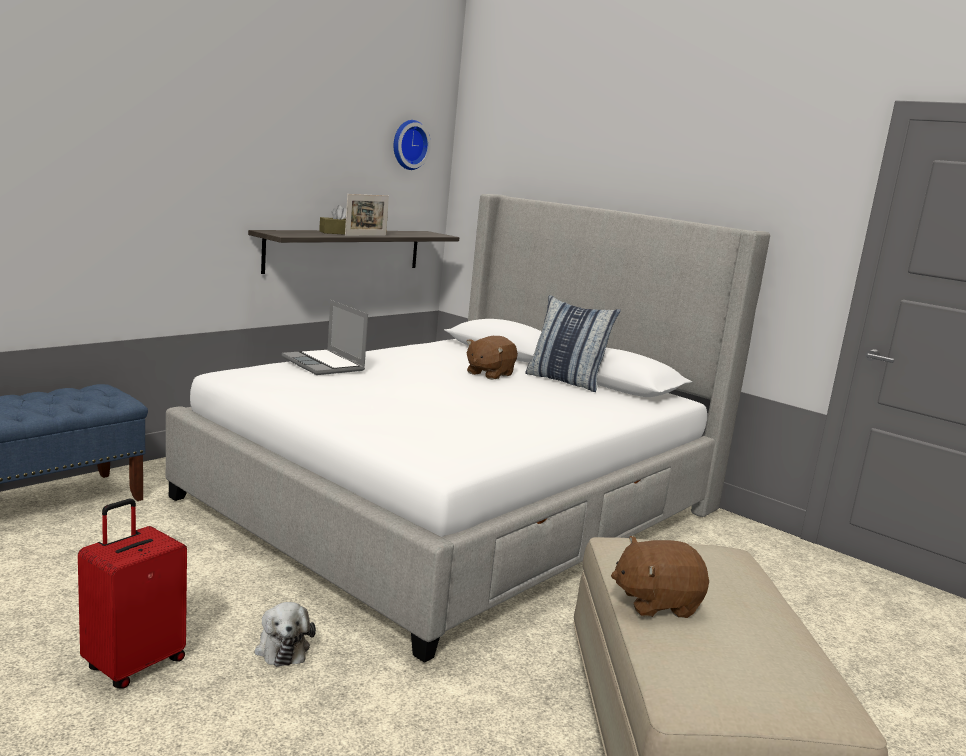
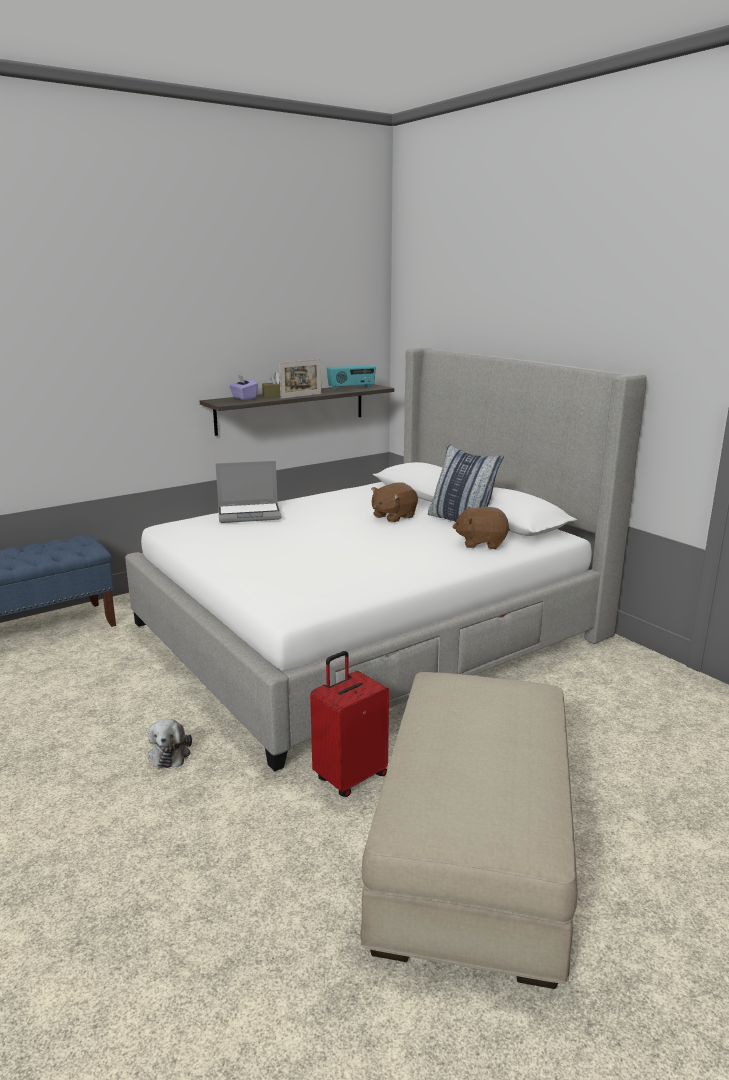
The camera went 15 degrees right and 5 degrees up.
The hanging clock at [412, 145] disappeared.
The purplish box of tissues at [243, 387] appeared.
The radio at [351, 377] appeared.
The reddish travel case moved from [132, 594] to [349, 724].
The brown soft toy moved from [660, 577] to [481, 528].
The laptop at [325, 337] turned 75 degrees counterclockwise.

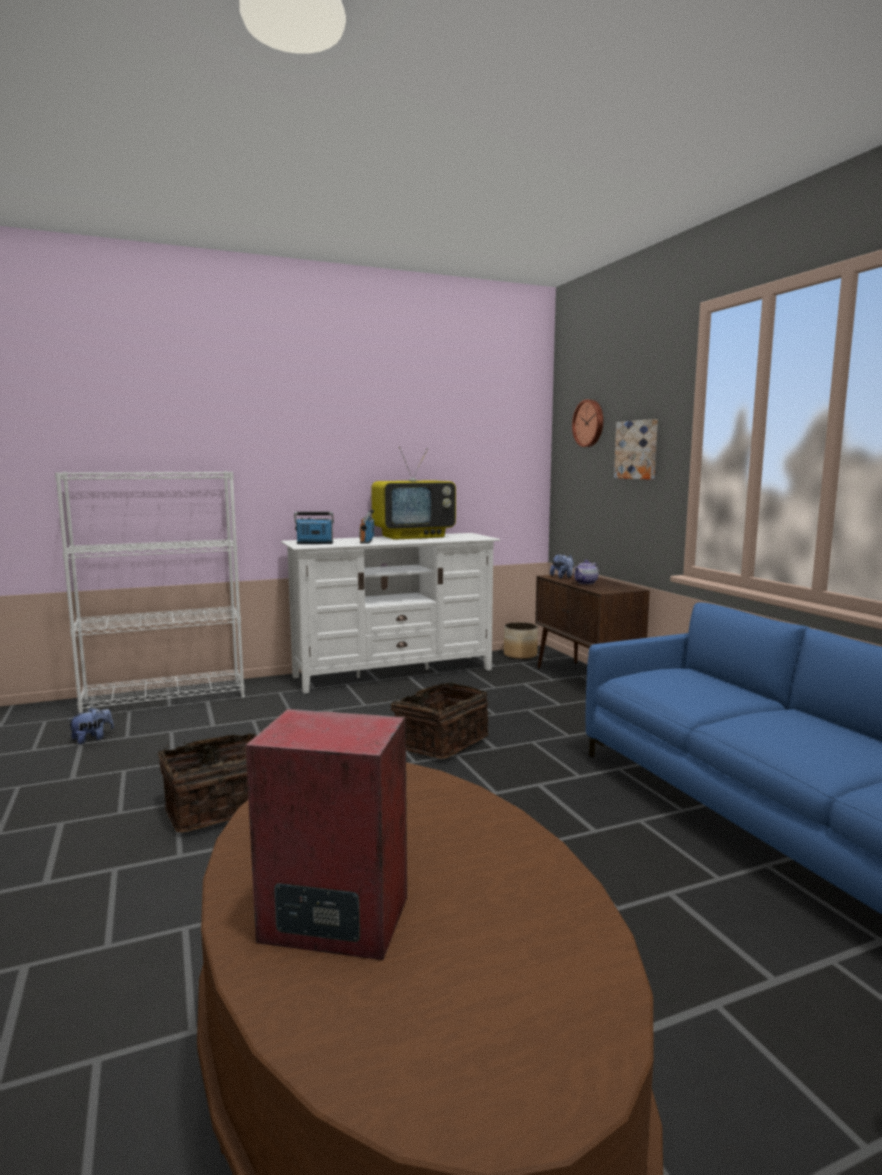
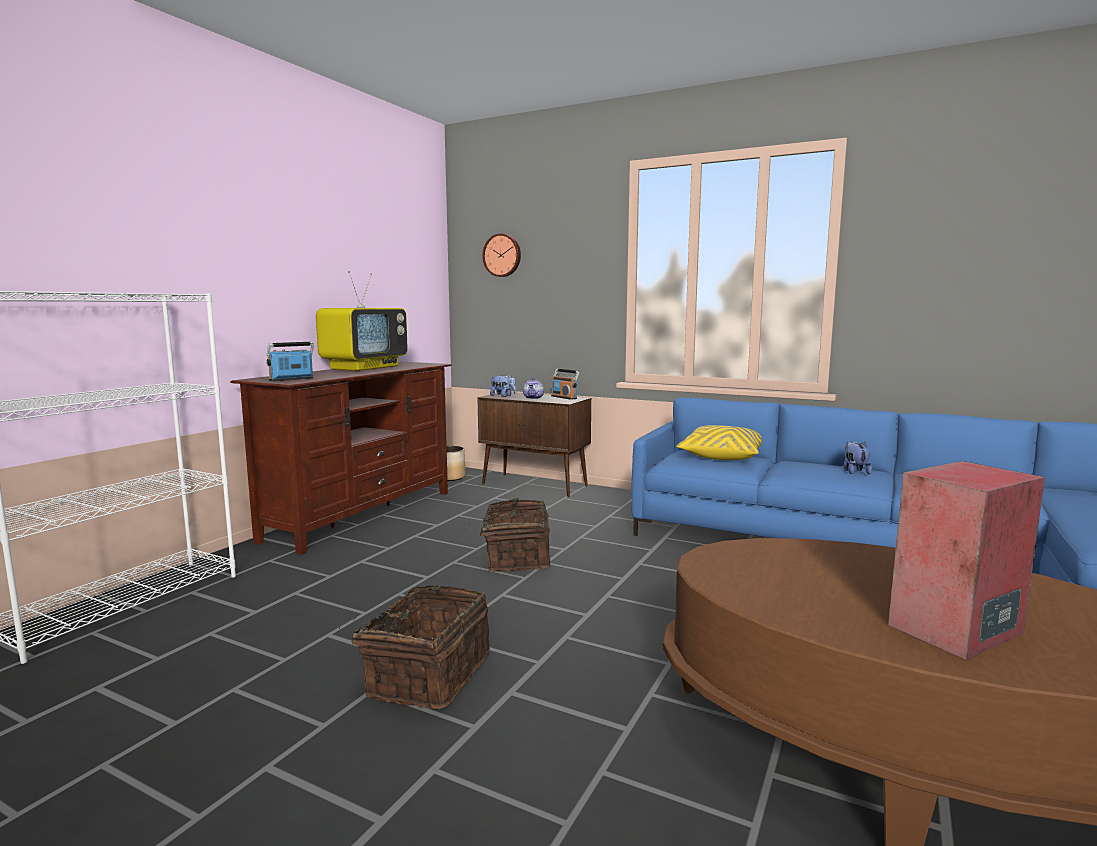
The camera went 40 degrees left and 0 degrees up.
The wall picture at [636, 449] disappeared.
The yellow-coloured cushion at [719, 442] appeared.
The soft toy moved from [91, 725] to [858, 457].
The radio moved from [366, 526] to [565, 384].
The white tv stand at [390, 613] became the brown tv stand at [340, 458].

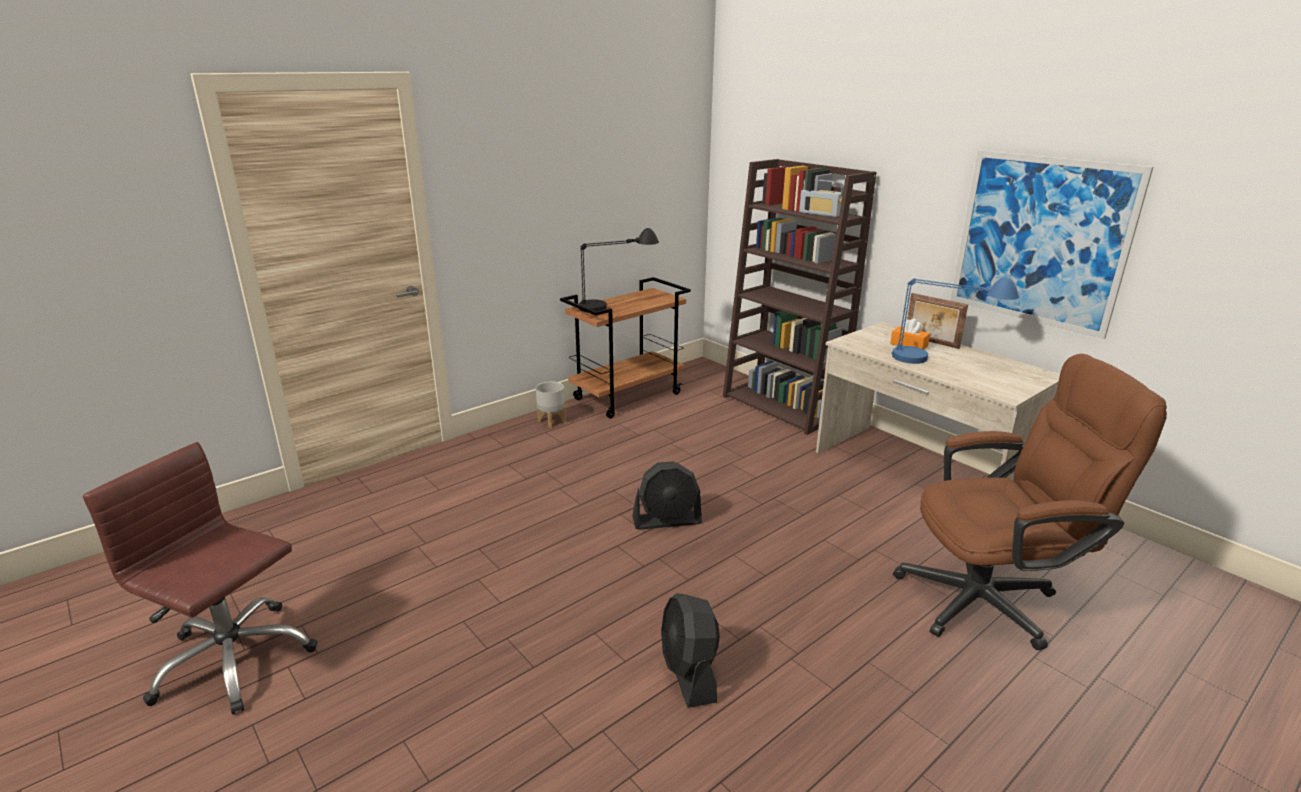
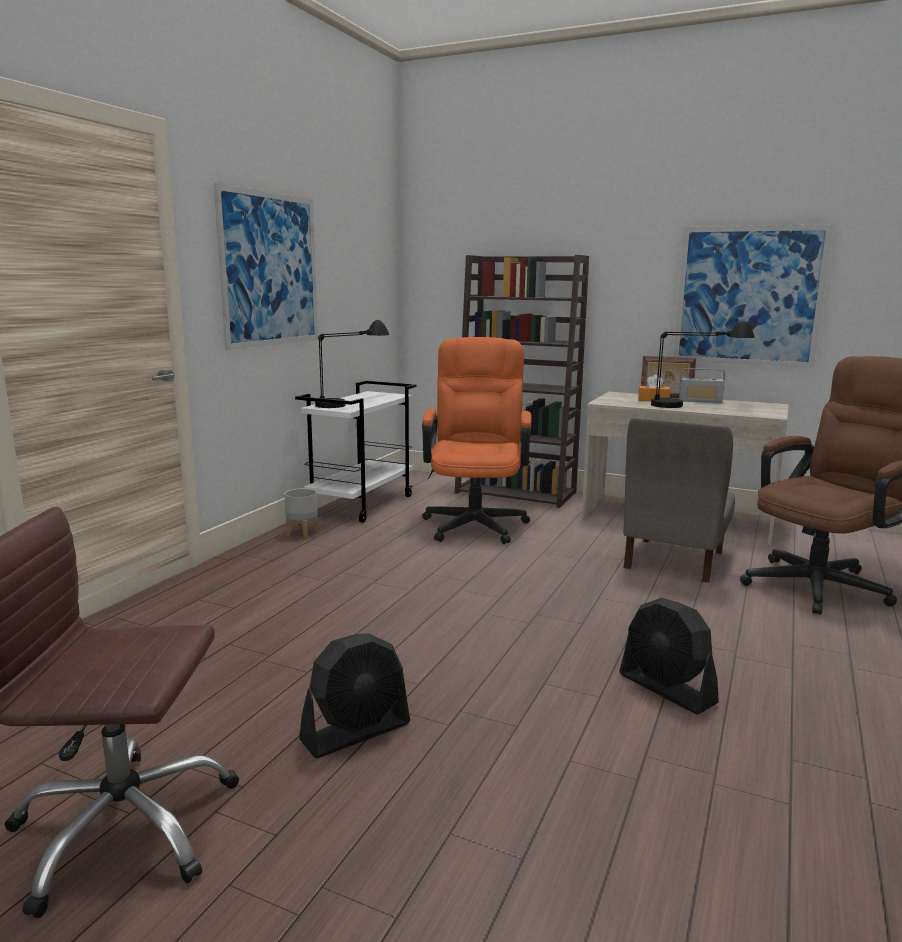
The camera went 25 degrees left and 10 degrees down.
The wall picture at [266, 266] appeared.
The orangey computer chair at [477, 440] appeared.
The greyish plain chair at [679, 500] appeared.
The blackish fan moved from [667, 495] to [354, 695].
The radio moved from [821, 198] to [702, 385].
The brown cart at [625, 347] became the white cart at [355, 452].
The blue tabletop lamp at [955, 320] became the blackish tabletop lamp at [703, 364].

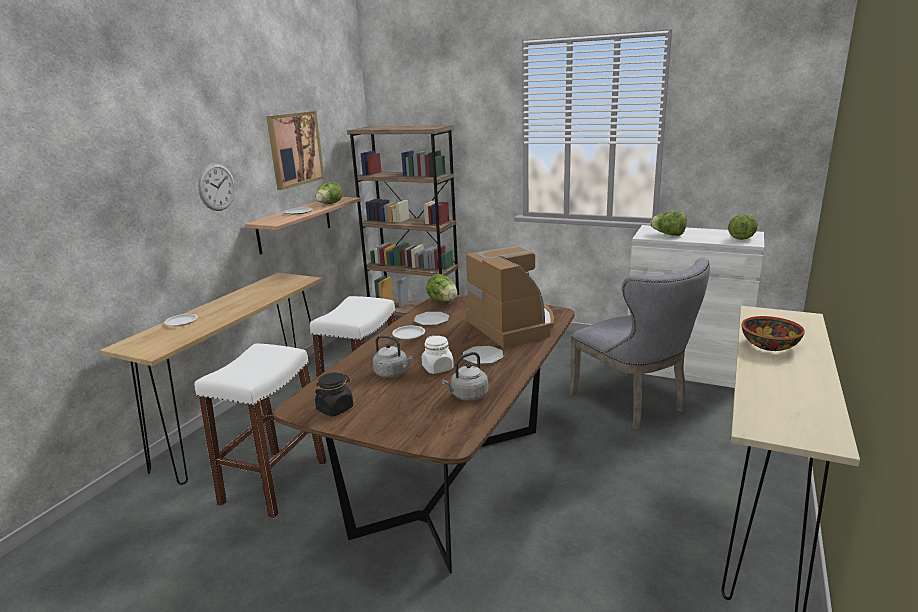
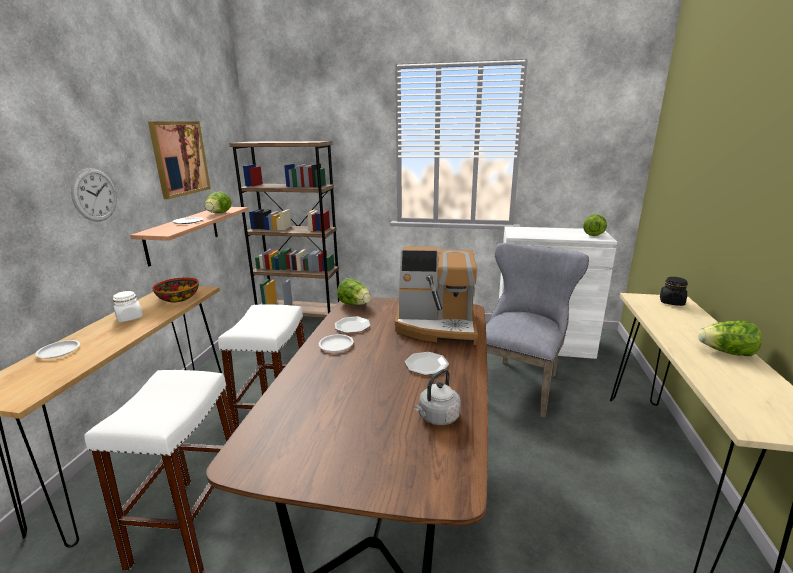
The camera went 15 degrees left and 0 degrees up.
The greyish tea kettle at [393, 356] disappeared.
The blackish preserve jar moved from [334, 395] to [674, 291].
The white preserve jar moved from [438, 354] to [128, 306].
The lettuce moved from [668, 223] to [730, 338].
The deep dish moved from [773, 333] to [175, 289].
The coffee brewer at [510, 296] turned 135 degrees clockwise.
The greyish plain chair at [640, 343] turned 105 degrees counterclockwise.

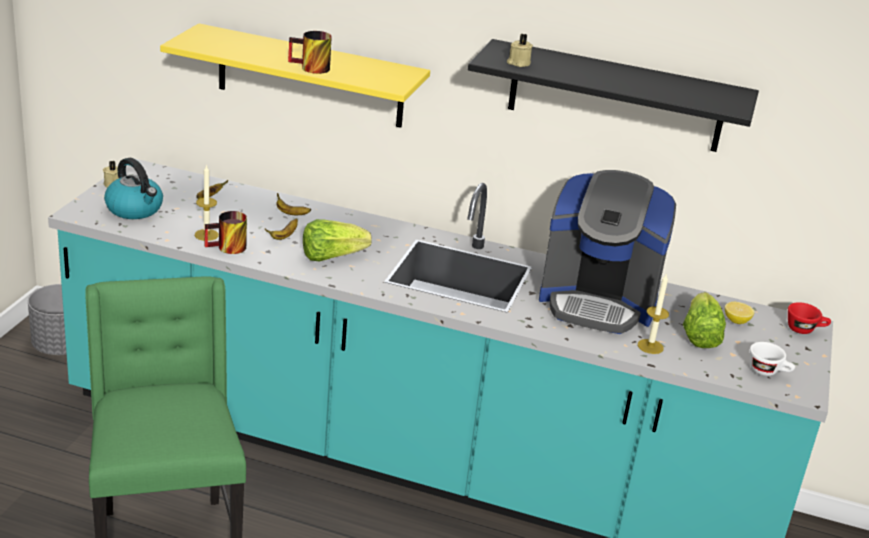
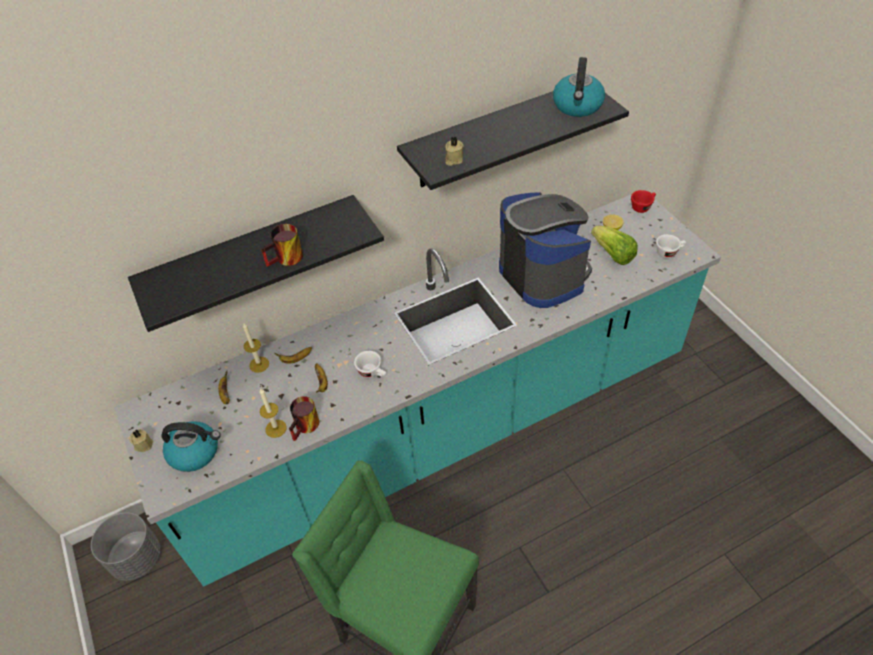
The camera went 40 degrees left and 20 degrees up.
The tea kettle at [579, 87] appeared.
The wax light moved from [653, 313] to [256, 348].
The lettuce at [337, 240] was replaced by the white cup at [370, 364].
The yellow-coloured bracket shelf at [295, 75] became the blackish bracket shelf at [256, 263].
The coffee brewer at [607, 252] turned 90 degrees counterclockwise.

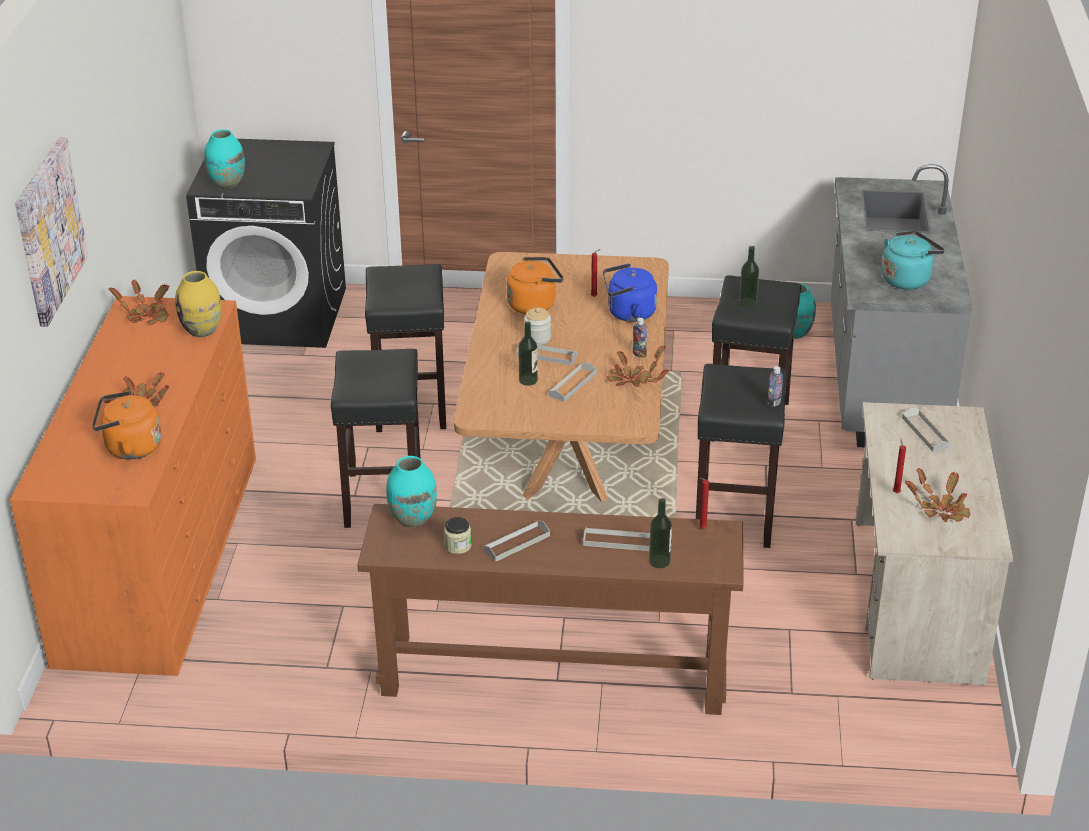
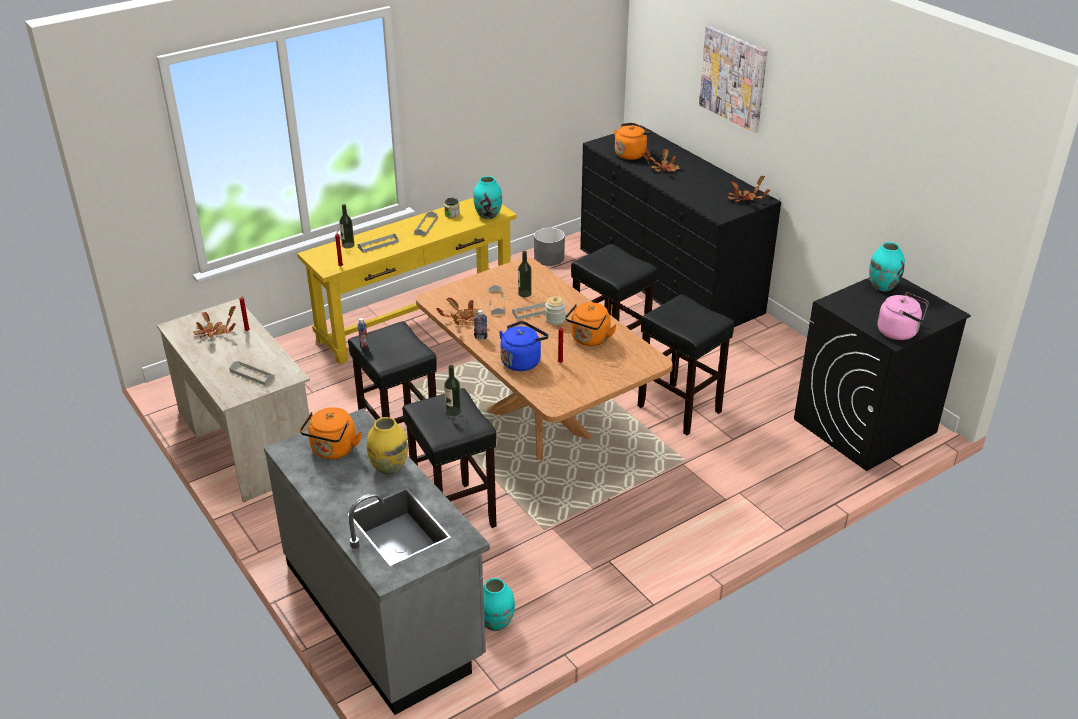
The camera went 140 degrees right and 0 degrees up.
The greyish flower pot at [549, 247] appeared.
The pink tea kettle at [903, 316] appeared.
The yellow-coloured flower vase moved from [198, 304] to [387, 446].
The orangey chest of drawers at [133, 486] became the blackish chest of drawers at [680, 226].
The brown narrow table at [550, 609] became the yellow-coloured narrow table at [407, 281].
The turquoise-coloured tea kettle at [913, 260] became the orangey tea kettle at [331, 433].

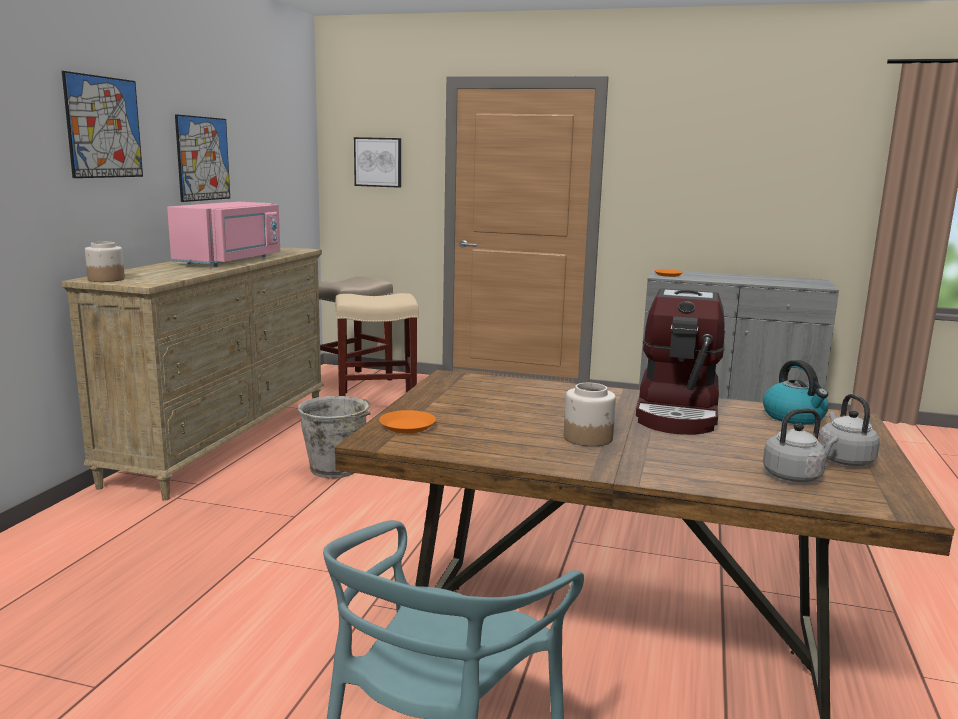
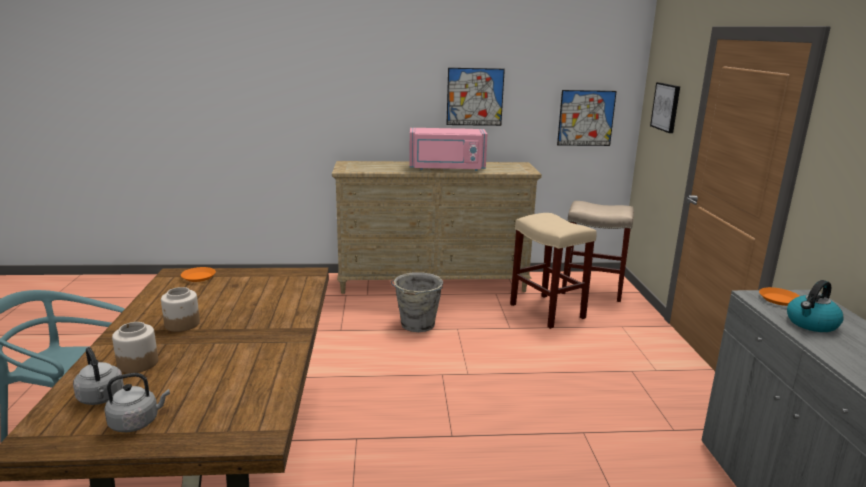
The camera went 70 degrees right and 5 degrees up.
The coffee brewer at [680, 361] disappeared.
The wall picture moved from [102, 124] to [587, 118].
The preserve jar moved from [105, 262] to [135, 347].
The tea kettle moved from [796, 392] to [815, 306].

